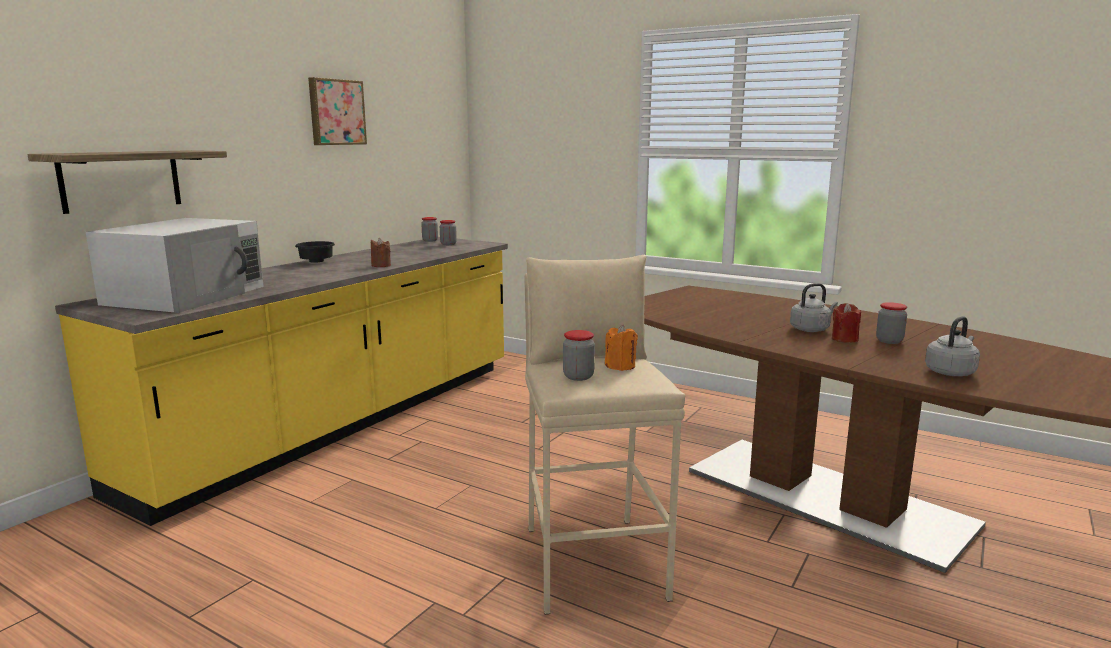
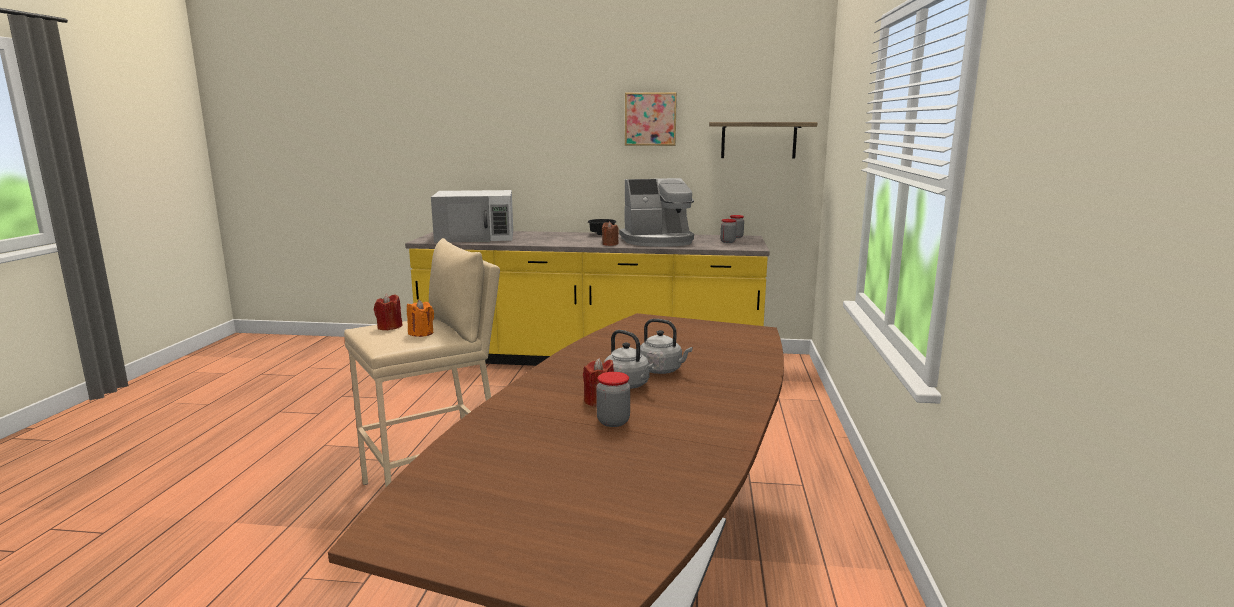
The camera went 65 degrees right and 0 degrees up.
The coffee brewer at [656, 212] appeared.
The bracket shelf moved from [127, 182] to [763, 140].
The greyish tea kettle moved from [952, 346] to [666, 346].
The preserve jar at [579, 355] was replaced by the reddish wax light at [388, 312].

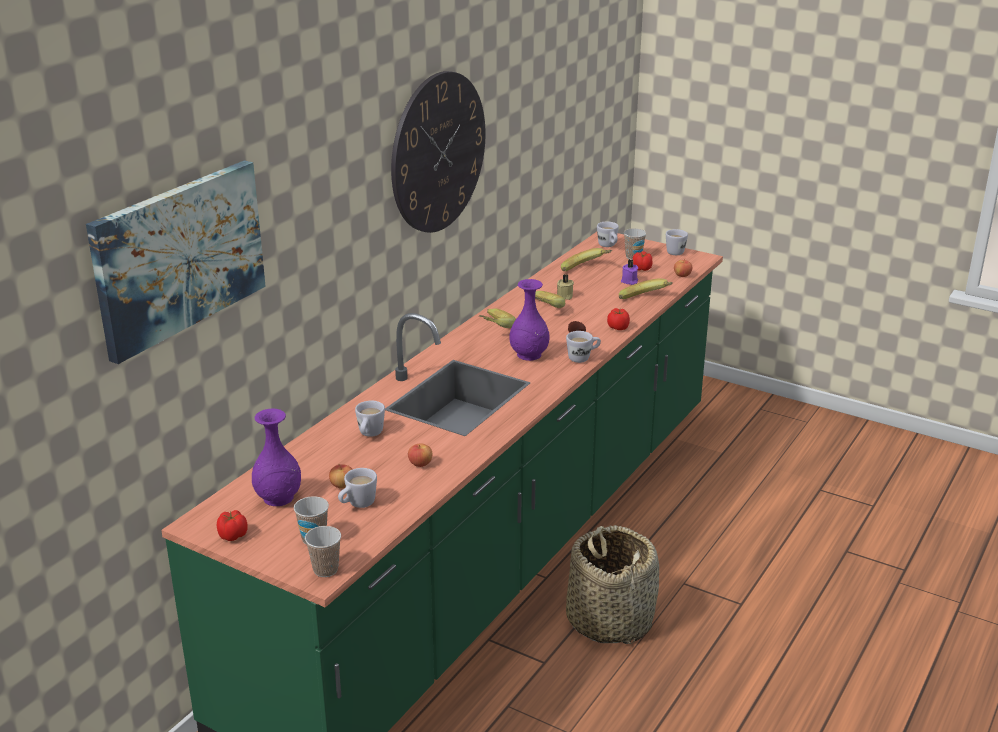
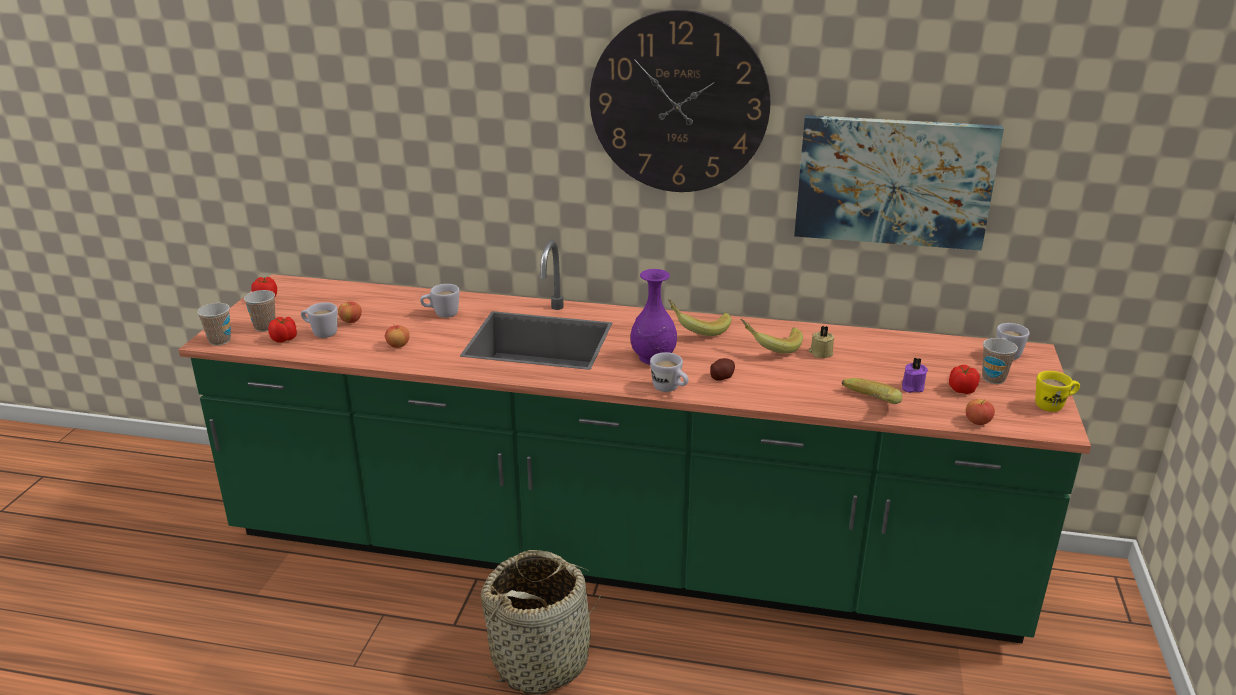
The camera went 70 degrees right and 0 degrees up.
The purplish flower vase at [276, 457] disappeared.
The whole banana at [586, 259] disappeared.
The wall picture moved from [176, 262] to [899, 183].
The tomato moved from [618, 319] to [282, 330].
The white mug at [677, 242] became the yellow-coloured mug at [1057, 391].

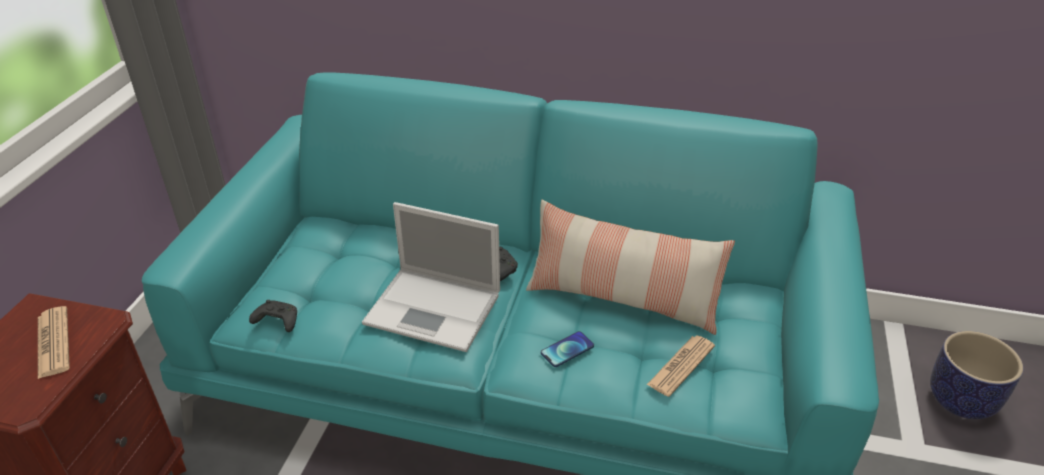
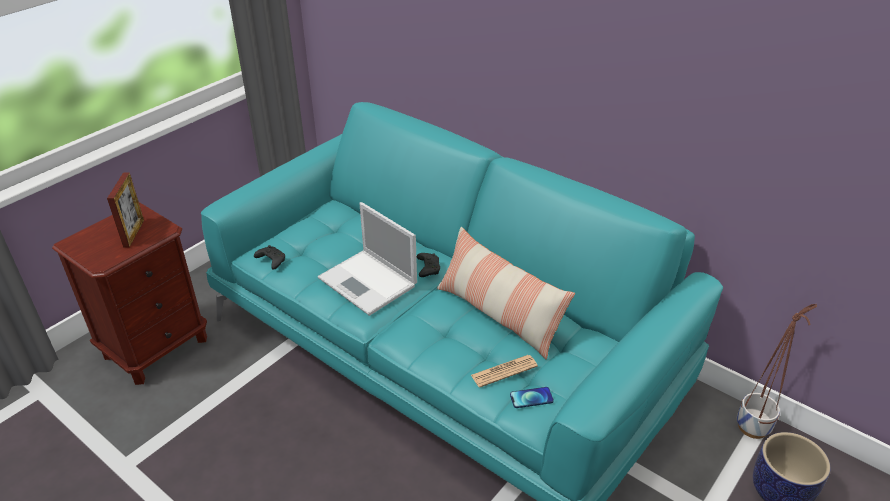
The camera went 25 degrees right and 0 degrees up.
The flower pot at [777, 371] appeared.
The phone moved from [567, 349] to [532, 397].
The printed paper at [54, 342] was replaced by the picture frame at [125, 209].

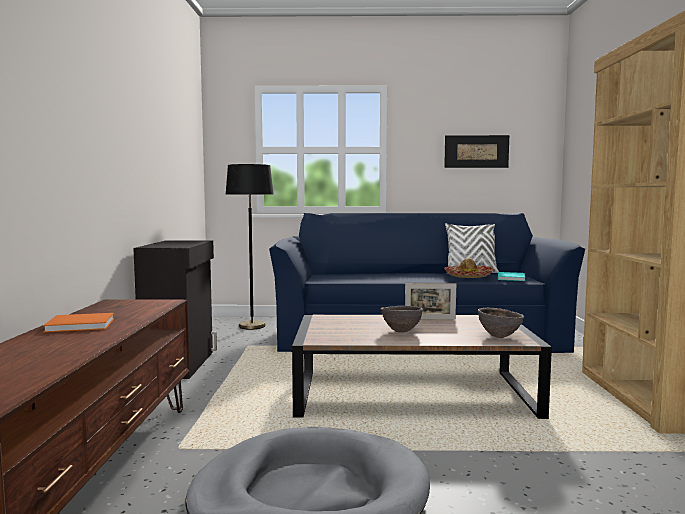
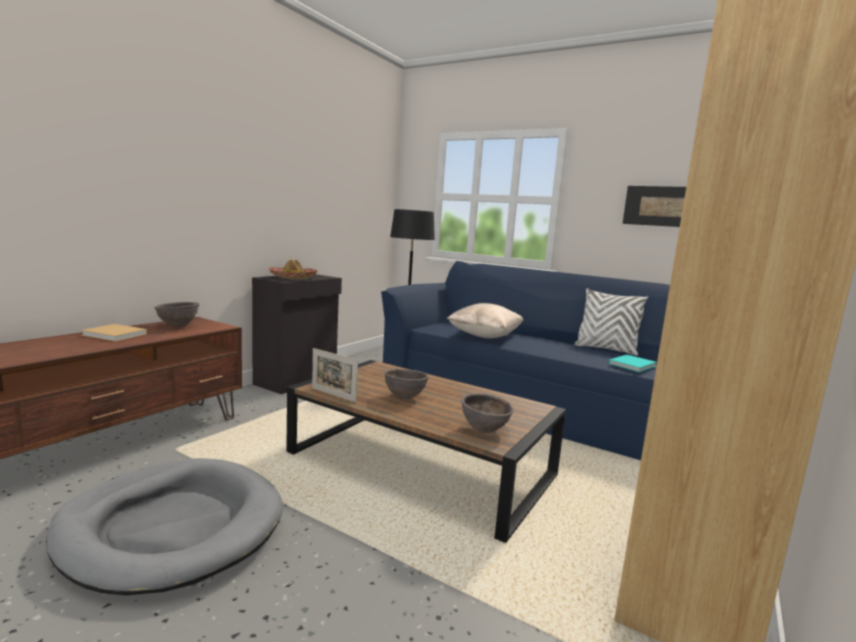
The camera went 30 degrees right and 5 degrees up.
The brown deep dish at [176, 314] appeared.
The beige cushion at [485, 320] appeared.
The picture frame moved from [430, 301] to [335, 375].
The hat moved from [469, 268] to [293, 269].
The orangey bound book at [78, 322] became the beige bound book at [114, 332].

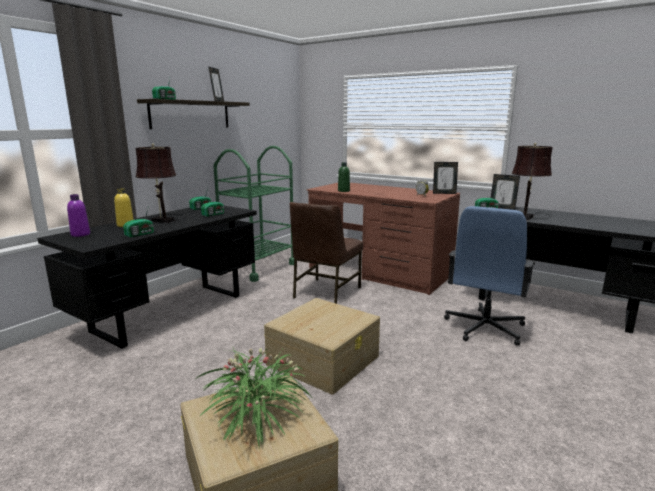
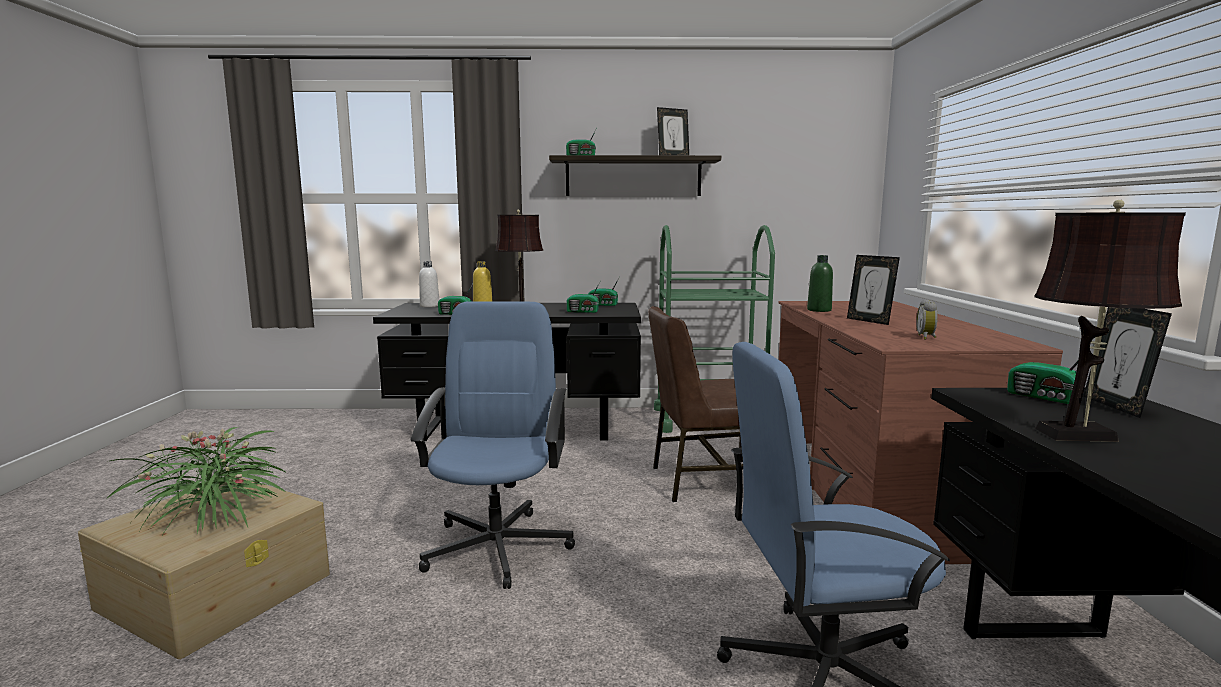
The camera went 55 degrees right and 5 degrees down.
The picture frame moved from [445, 178] to [873, 290].
The beige storage container at [322, 346] was replaced by the blue computer chair at [492, 445].
The purplish beverage bottle at [78, 215] became the white beverage bottle at [429, 284].

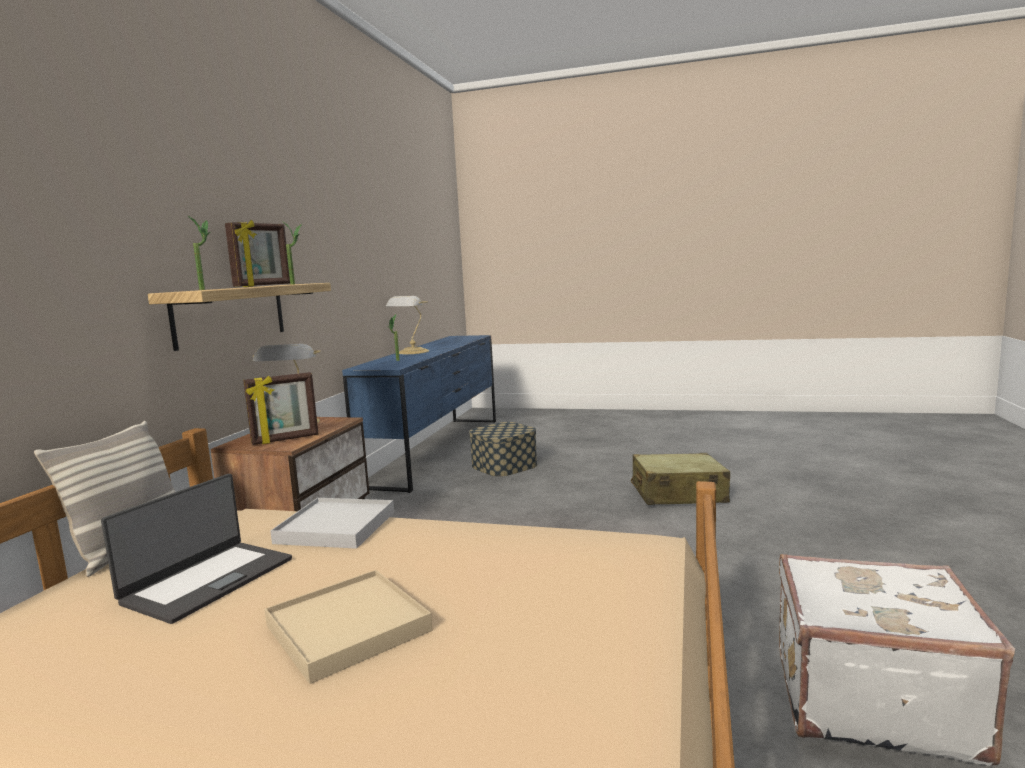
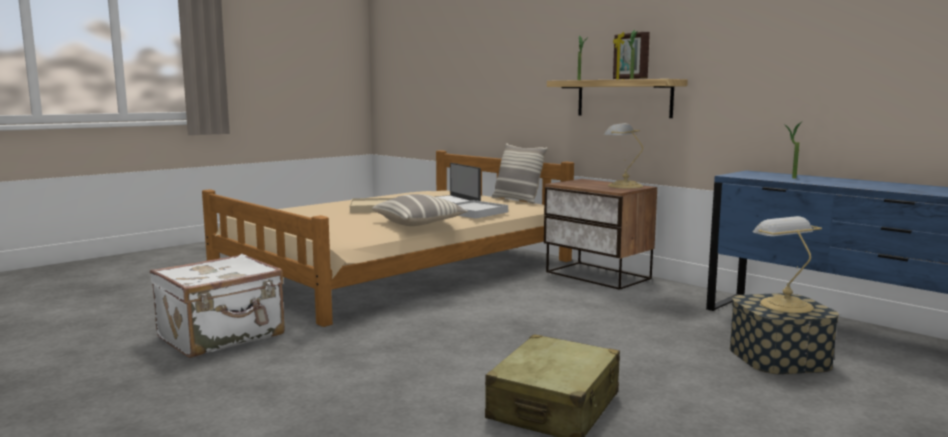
The camera went 120 degrees right and 0 degrees up.
The picture frame at [280, 408] disappeared.
The cushion at [420, 210] appeared.
The tabletop lamp moved from [407, 325] to [787, 264].

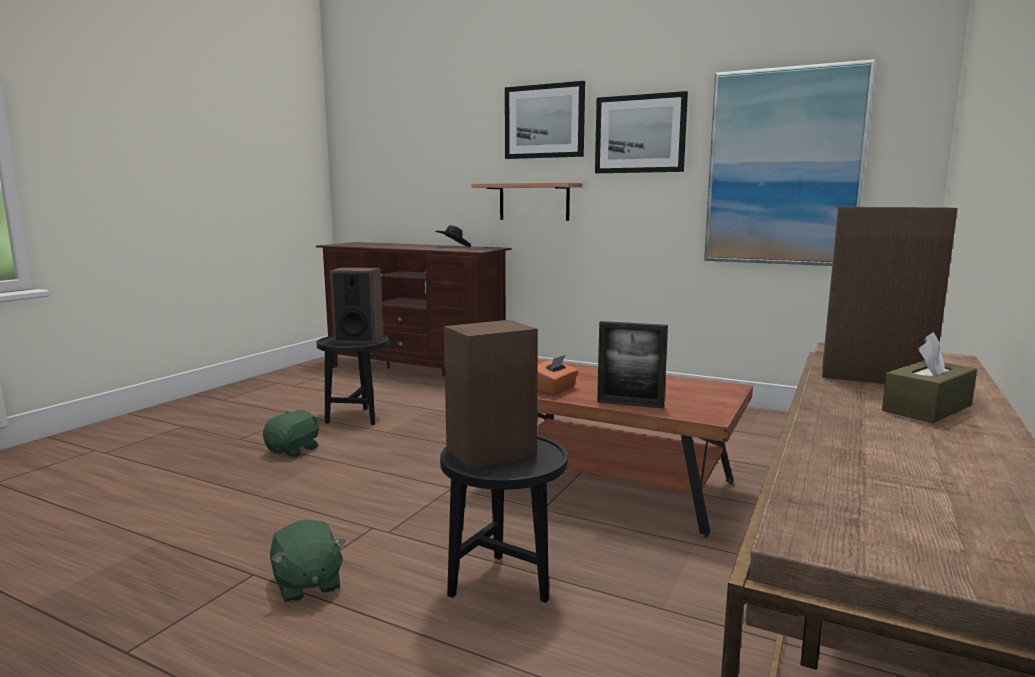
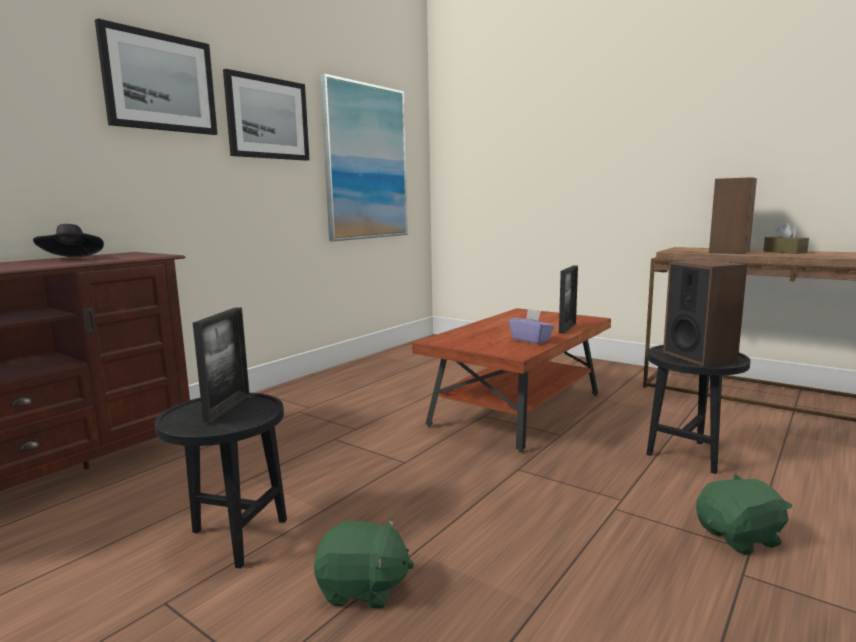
The camera went 80 degrees left and 0 degrees up.
The bracket shelf at [527, 201] disappeared.
The audio speaker at [356, 305] was replaced by the picture frame at [221, 365].
The orangey box of tissues at [558, 375] became the purplish box of tissues at [531, 326].
The green soft toy at [291, 433] turned 150 degrees clockwise.

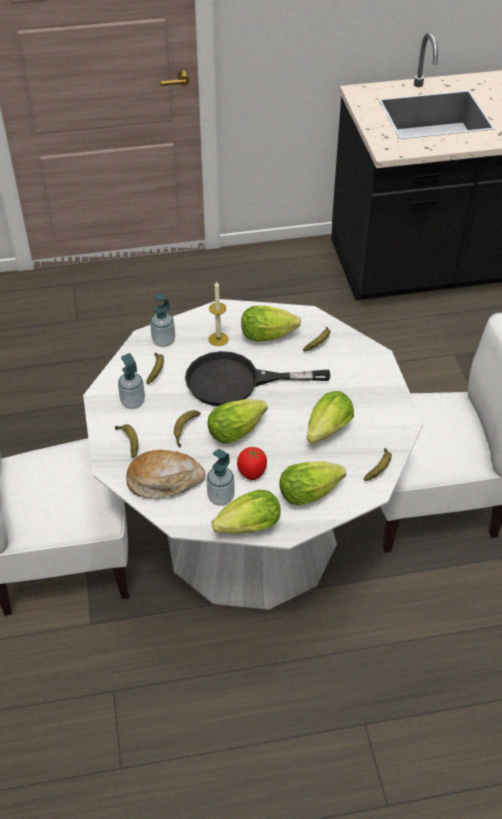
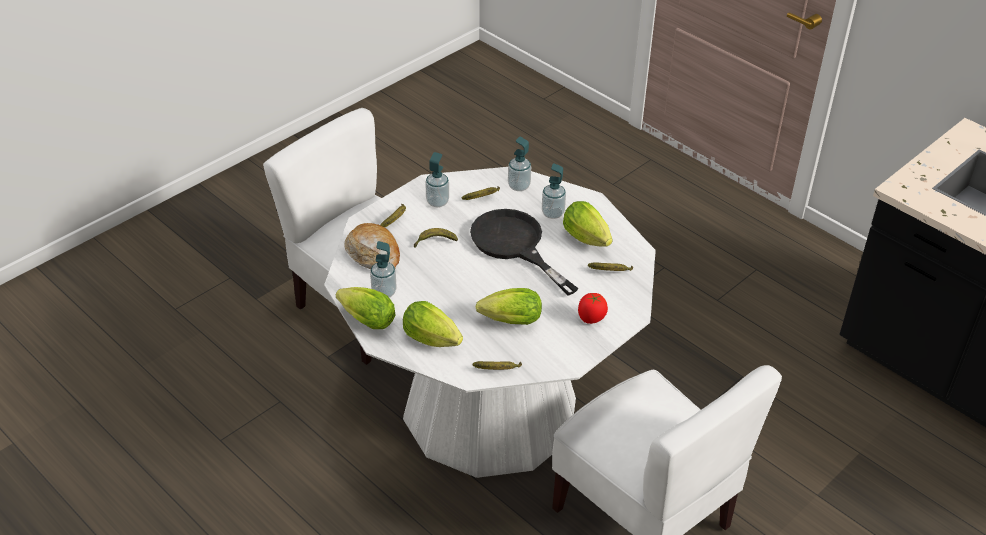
The camera went 55 degrees right and 5 degrees down.
The lettuce at [237, 421] disappeared.
The tomato moved from [252, 463] to [593, 308].
The wax light at [219, 313] was replaced by the liquid soap bottle at [554, 191].

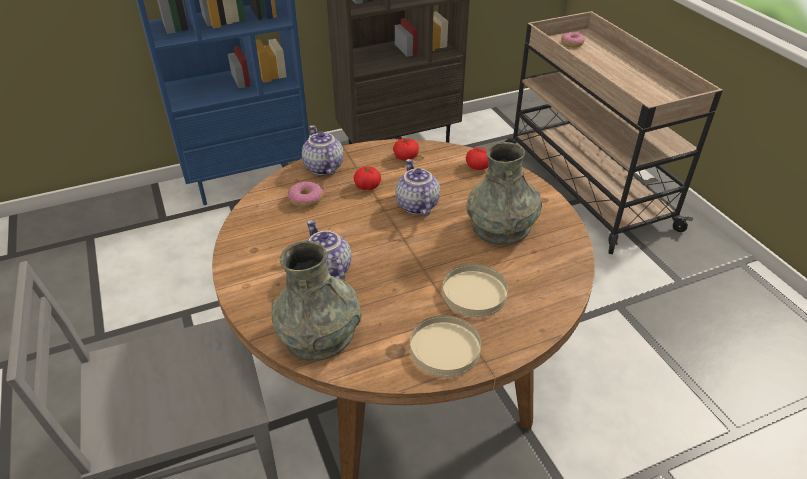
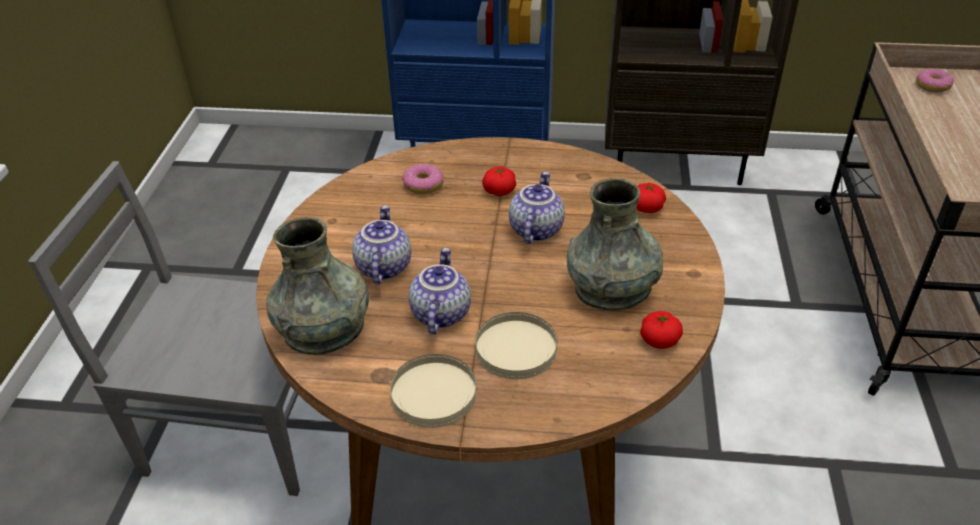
The camera went 30 degrees right and 0 degrees up.
The tea pot moved from [323, 150] to [440, 291].
The tomato moved from [406, 149] to [661, 330].

